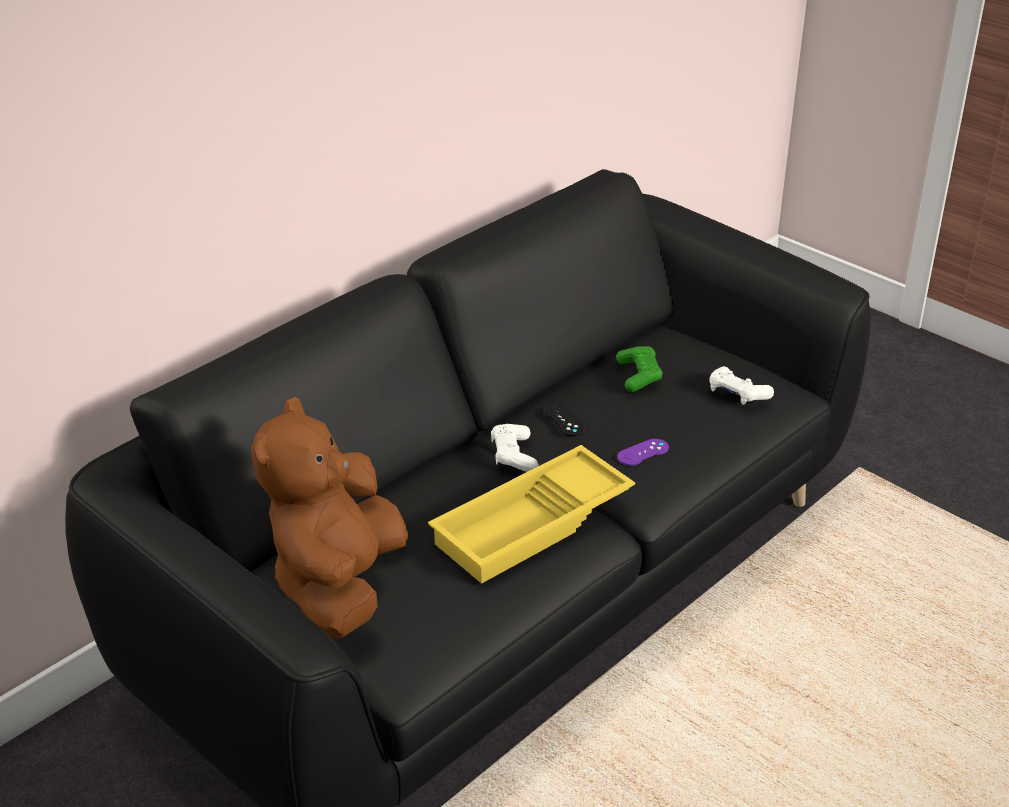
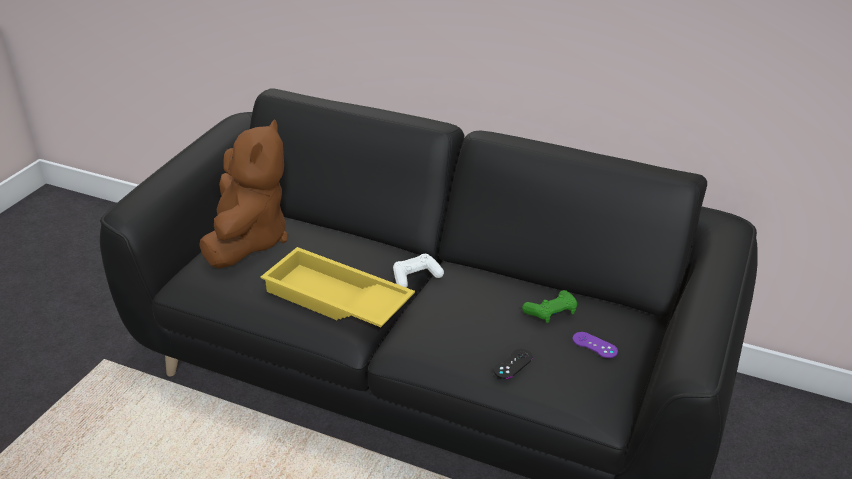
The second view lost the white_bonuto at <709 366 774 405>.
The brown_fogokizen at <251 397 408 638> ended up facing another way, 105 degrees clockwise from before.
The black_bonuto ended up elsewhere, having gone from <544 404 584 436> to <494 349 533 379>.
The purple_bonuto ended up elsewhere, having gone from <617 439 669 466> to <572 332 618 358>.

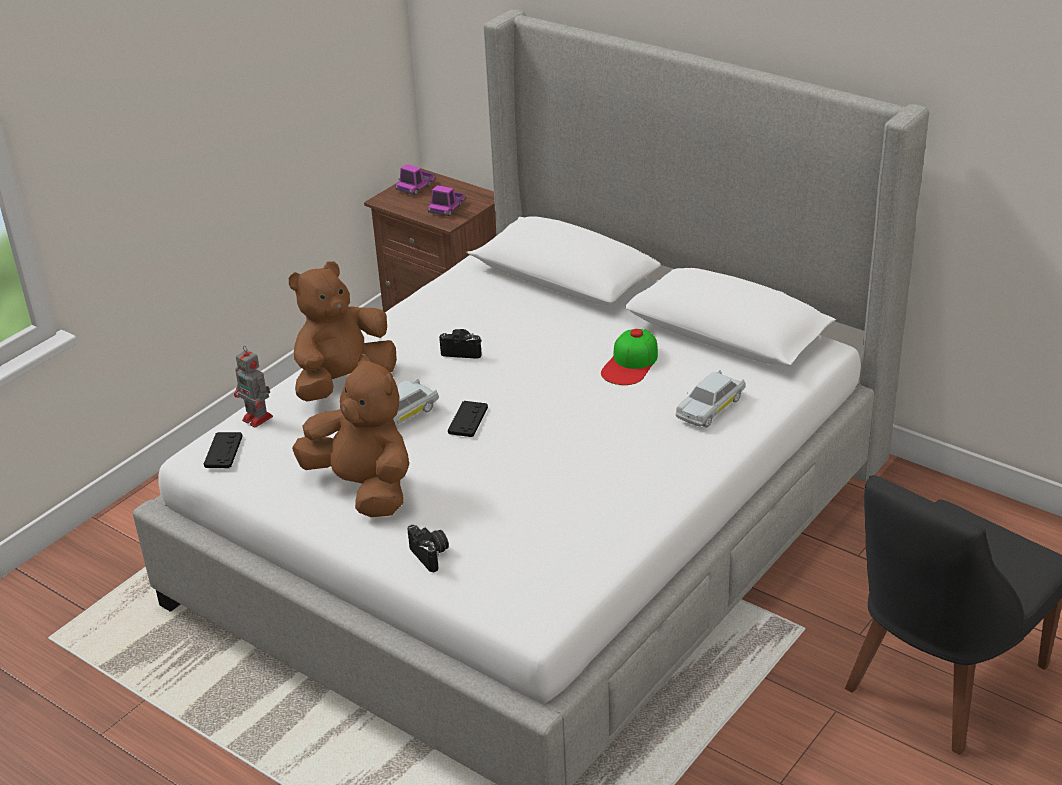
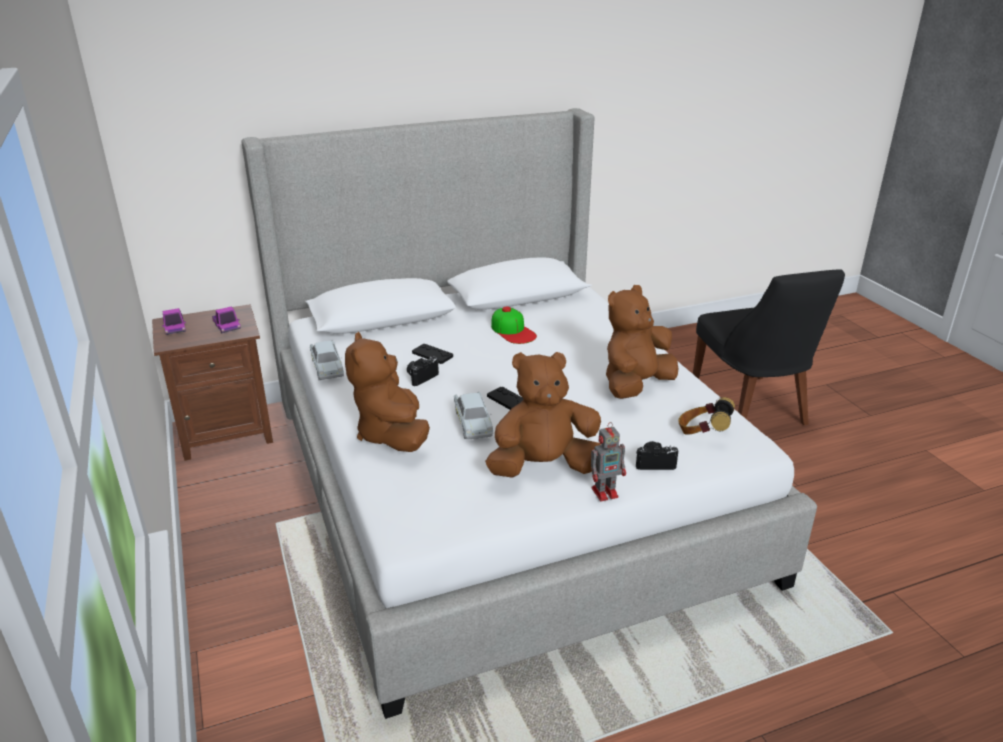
The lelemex ended up elsewhere, having gone from <234 346 273 428> to <591 422 626 501>.
The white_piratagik ended up elsewhere, having gone from <675 370 746 428> to <310 341 344 380>.
The black_bonuto ended up elsewhere, having gone from <204 432 243 468> to <412 344 453 364>.
The second view gained the brown_fogokizen at <606 285 678 399>.
The second view gained the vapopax at <678 397 735 435>.

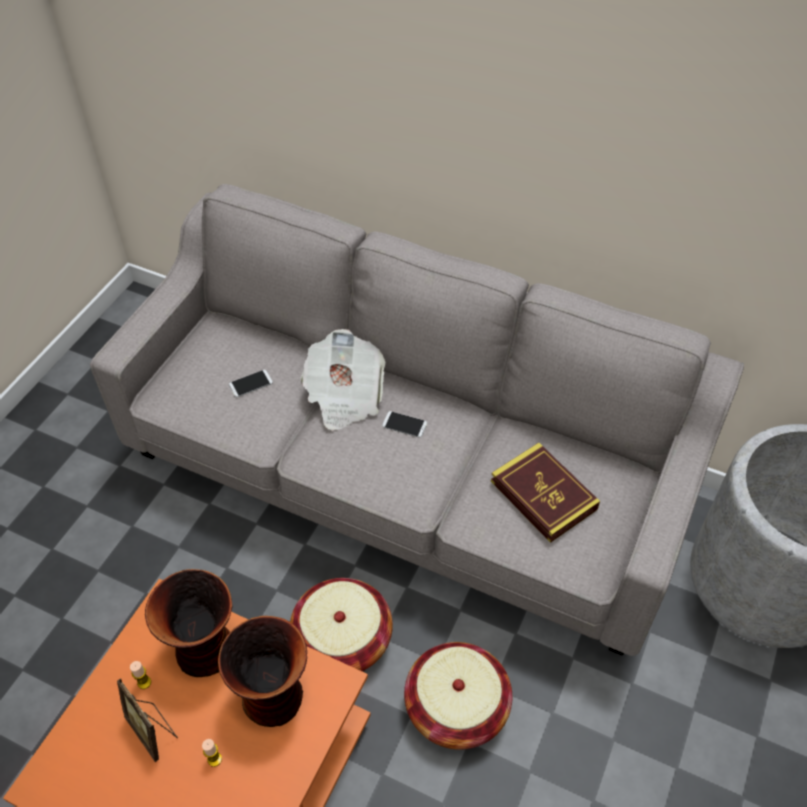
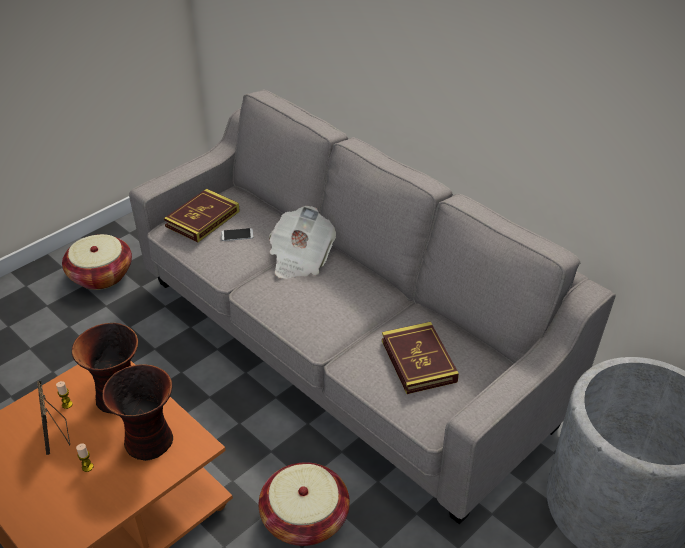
The second view lost the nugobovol at <382 411 427 438>.
The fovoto ended up elsewhere, having gone from <290 578 393 671> to <62 234 132 290>.
The second view gained the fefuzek at <164 189 240 243>.

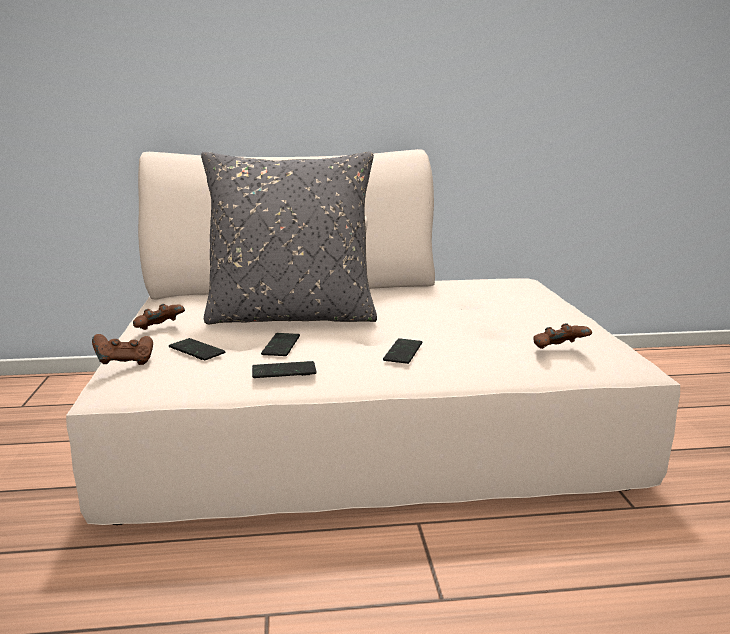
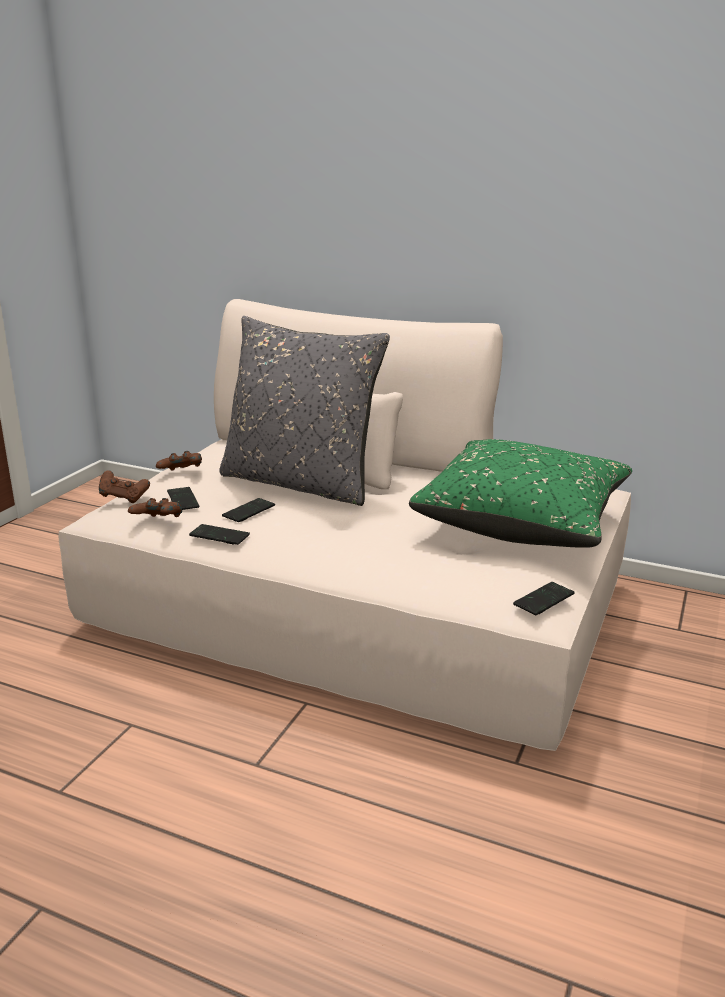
The brown_bonuto ended up elsewhere, having gone from <533 323 592 349> to <128 498 182 517>.
The nugobovol ended up elsewhere, having gone from <383 338 422 364> to <513 582 575 615>.
The second view gained the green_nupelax at <409 439 632 548>.

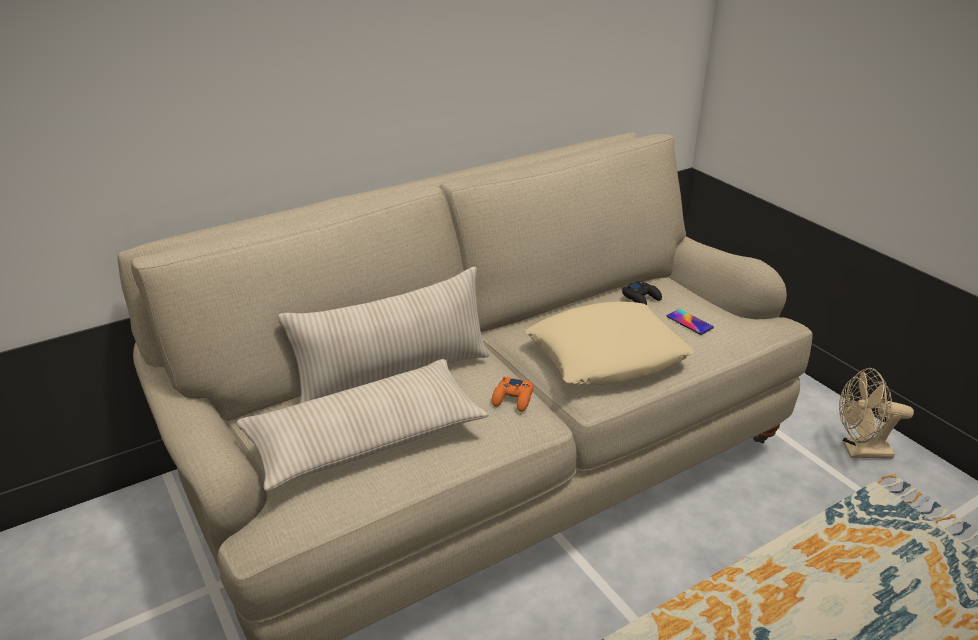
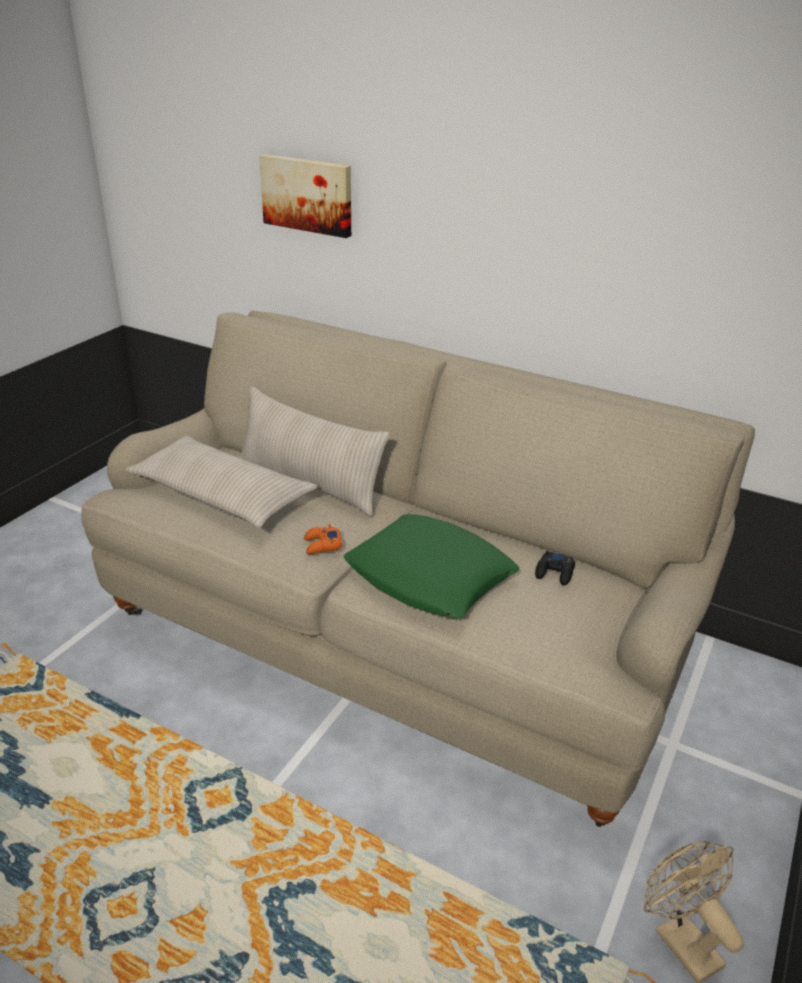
What was the beige_nupelax at <525 302 694 385> turned into the green_nupelax at <344 514 520 618>.
The second view lost the nugobovol at <667 309 714 335>.
The second view gained the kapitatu at <259 154 351 238>.

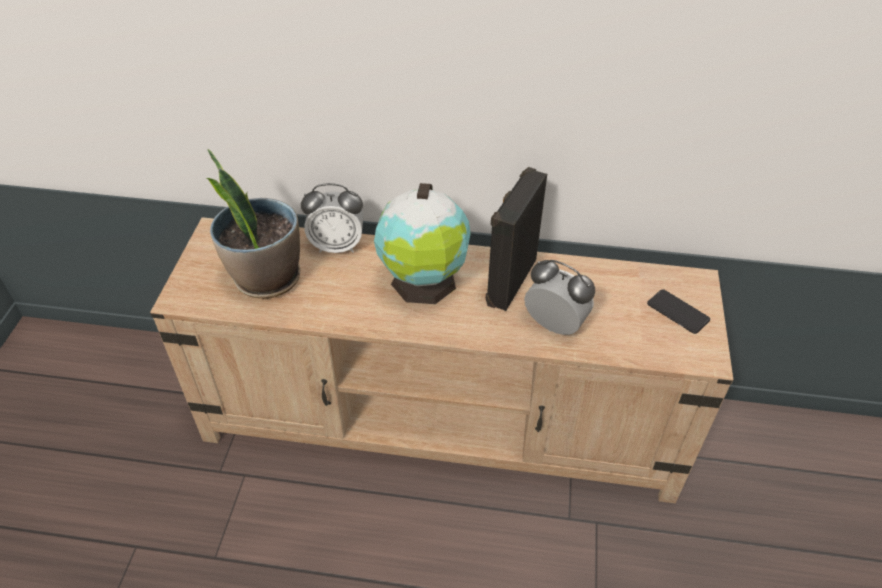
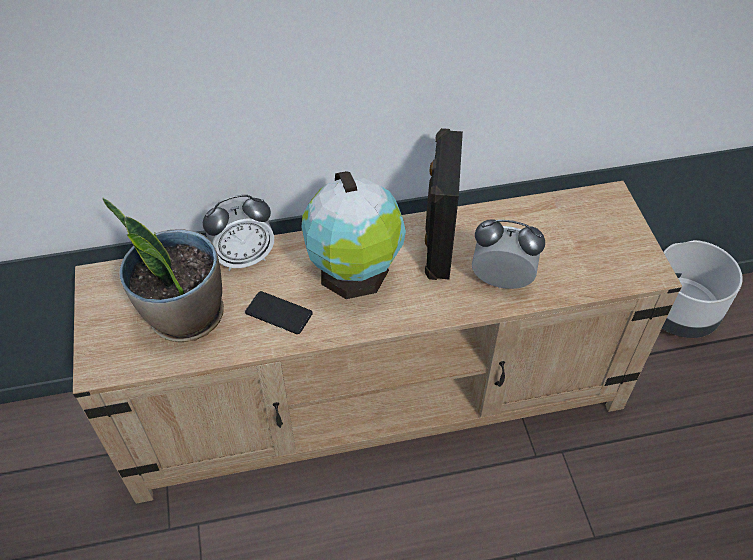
The nugobovol ended up elsewhere, having gone from <647 289 710 334> to <245 291 313 334>.
The second view gained the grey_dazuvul at <662 240 743 338>.

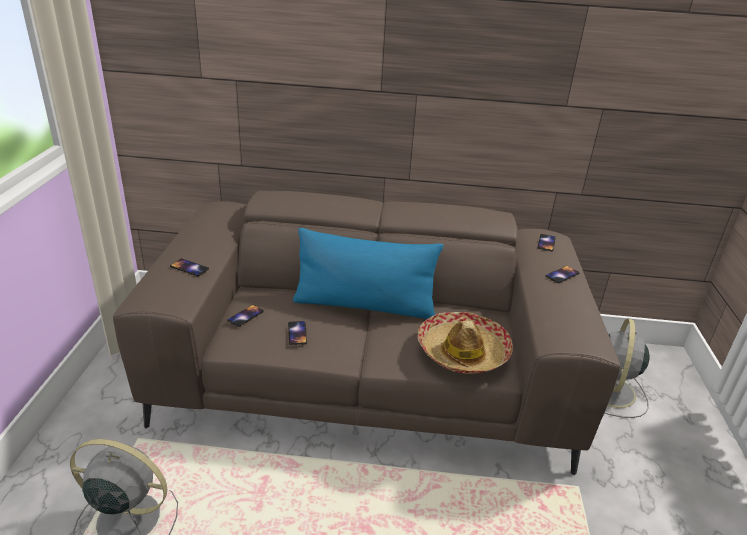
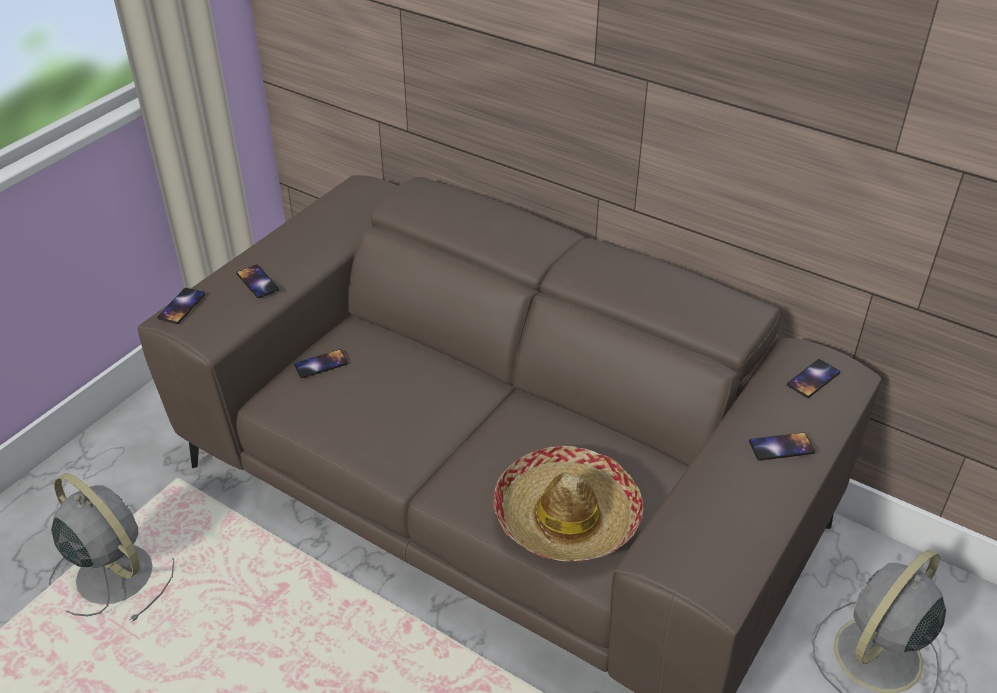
The second view lost the blue_nupelax at <293 228 443 319>.
The nugobovol ended up elsewhere, having gone from <288 321 307 345> to <157 288 205 324>.

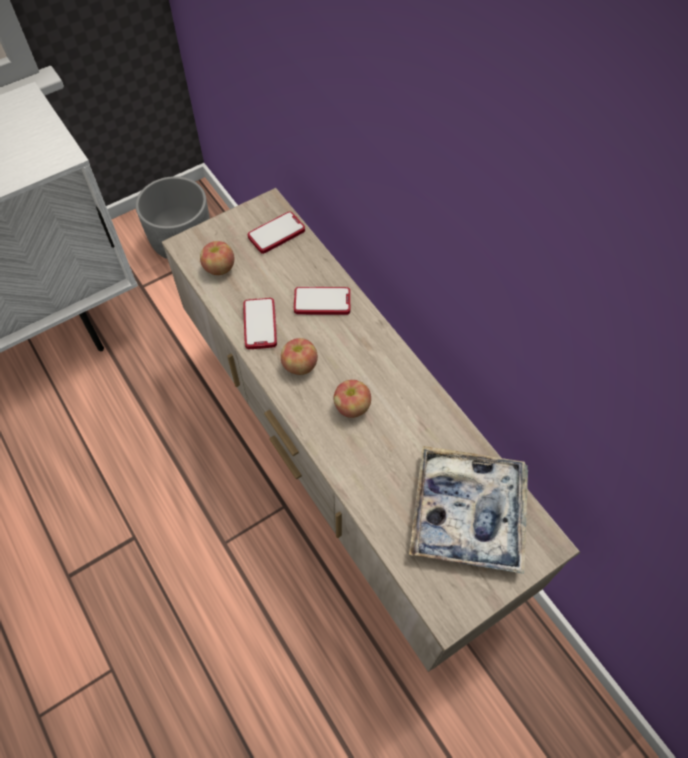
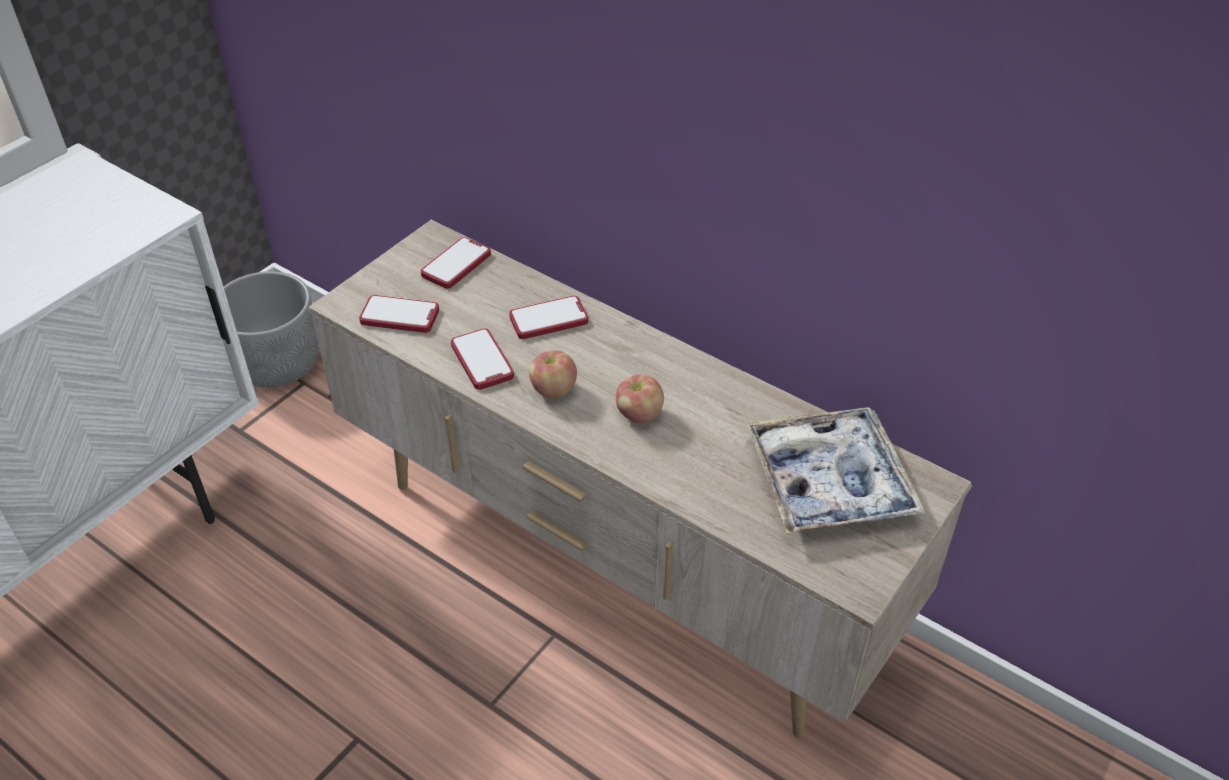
Where the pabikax stood at <200 241 234 275>, the nugobovol came to stand at <359 295 439 333>.

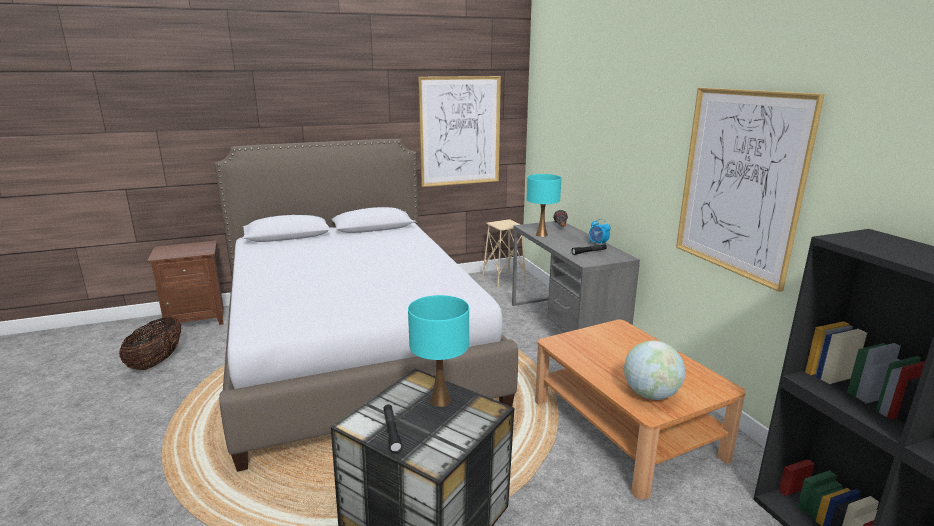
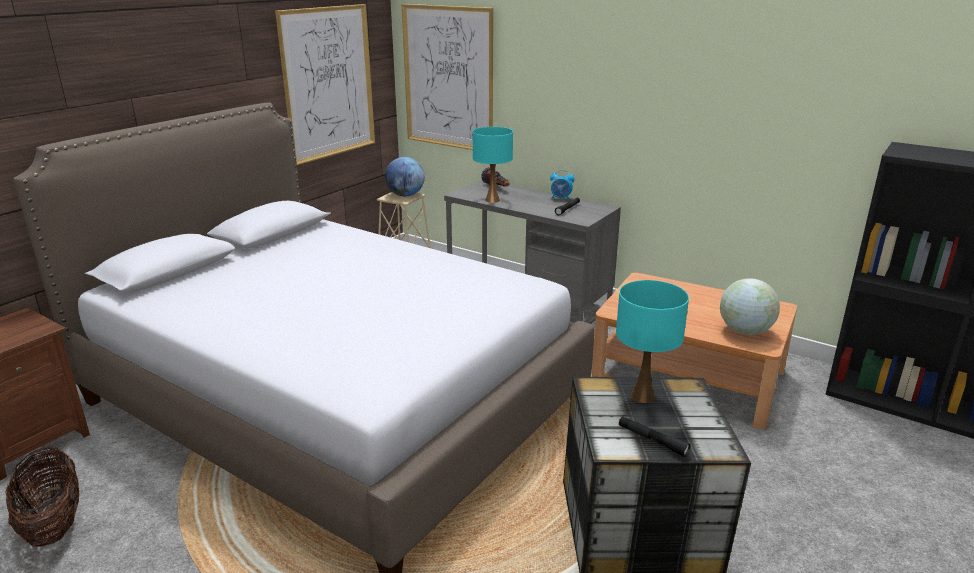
The kapitatu ended up elsewhere, having gone from <676 87 825 292> to <402 4 493 150>.
The second view gained the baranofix at <385 157 425 196>.

